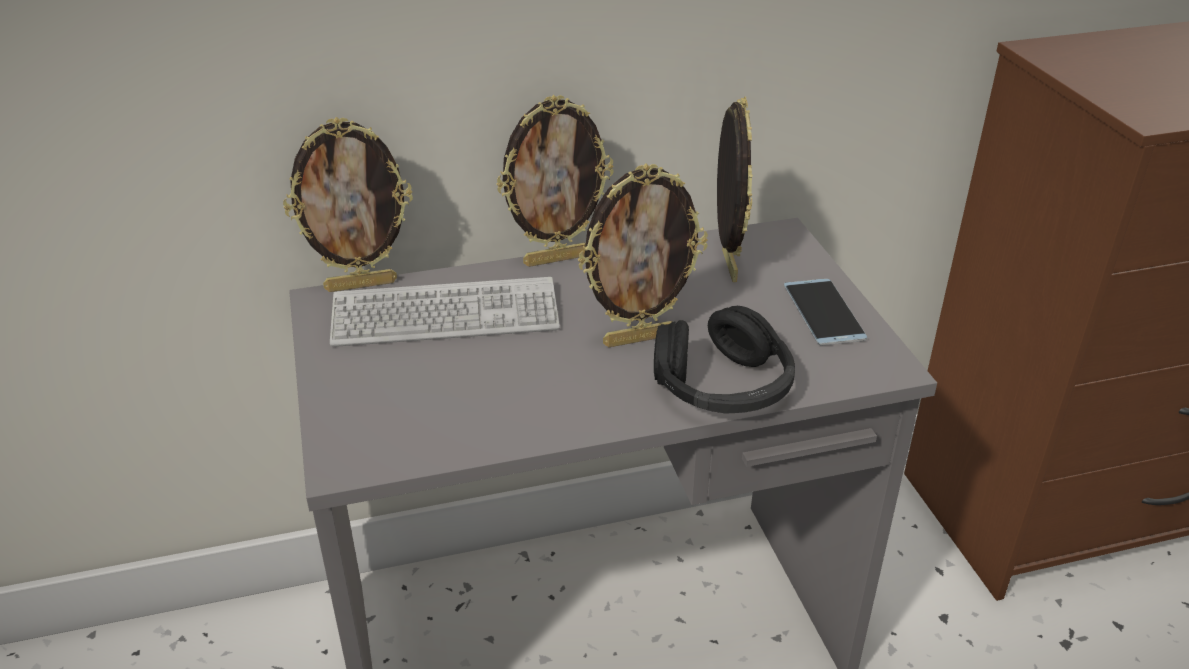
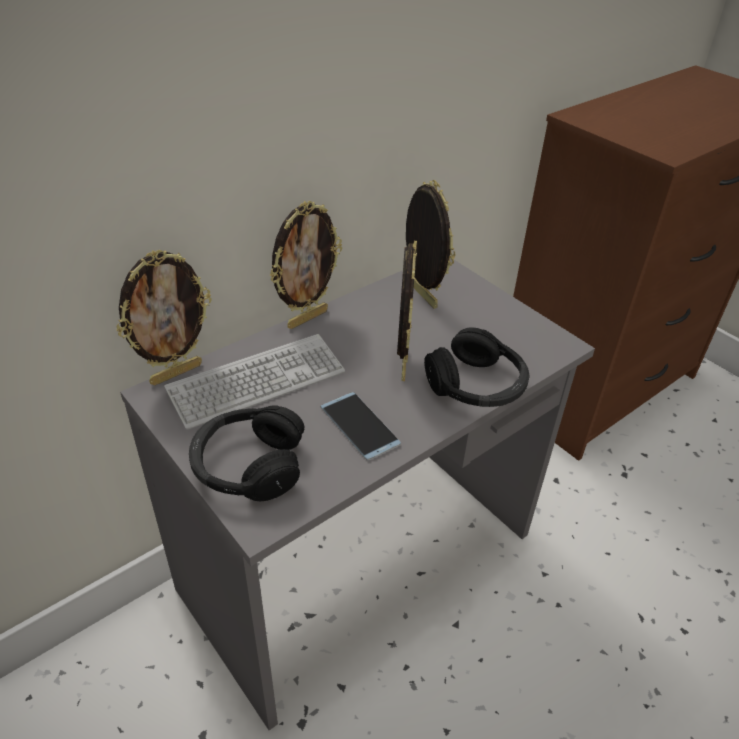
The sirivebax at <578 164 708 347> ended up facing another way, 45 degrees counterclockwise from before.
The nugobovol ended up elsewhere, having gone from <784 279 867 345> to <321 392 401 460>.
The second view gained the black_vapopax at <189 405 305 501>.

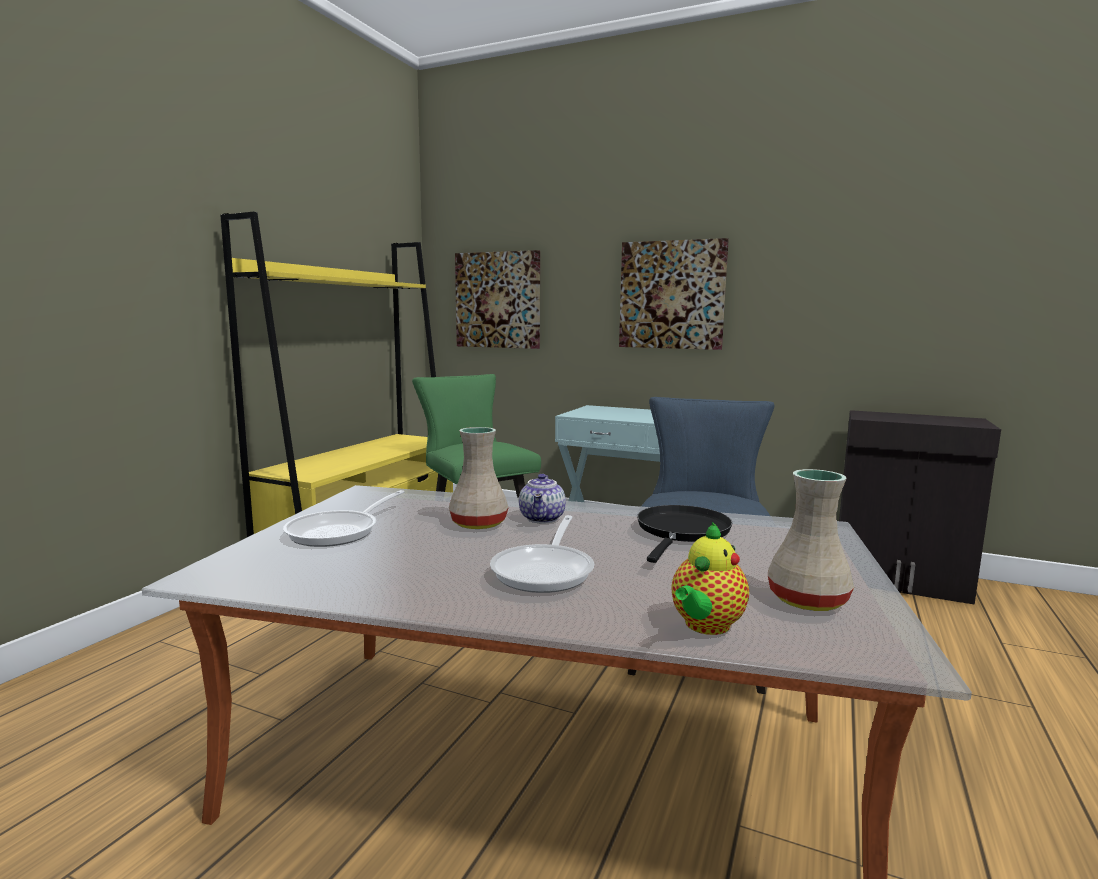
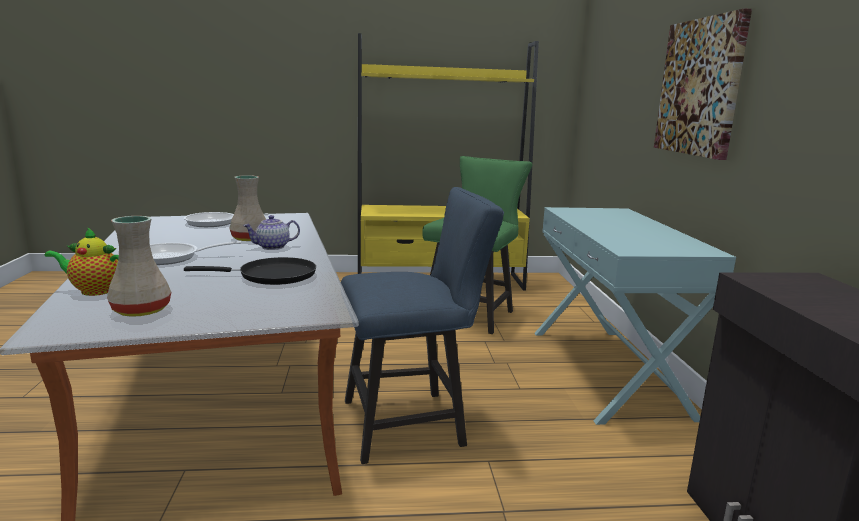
The second view lost the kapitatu at <455 250 540 349>.

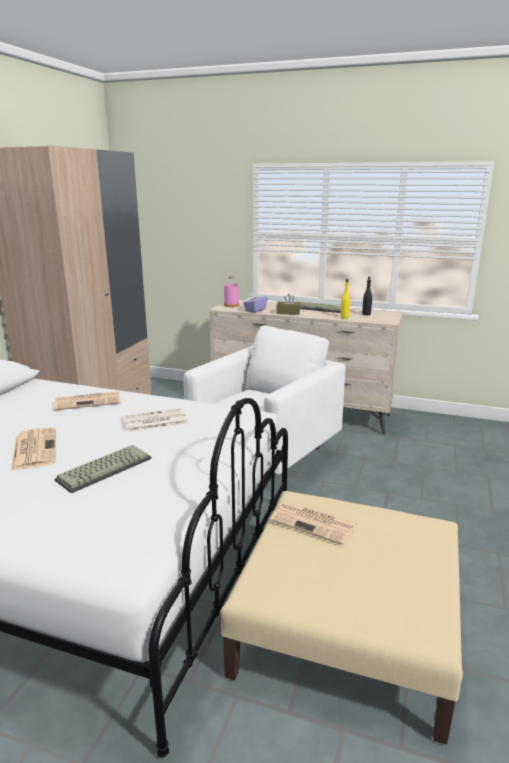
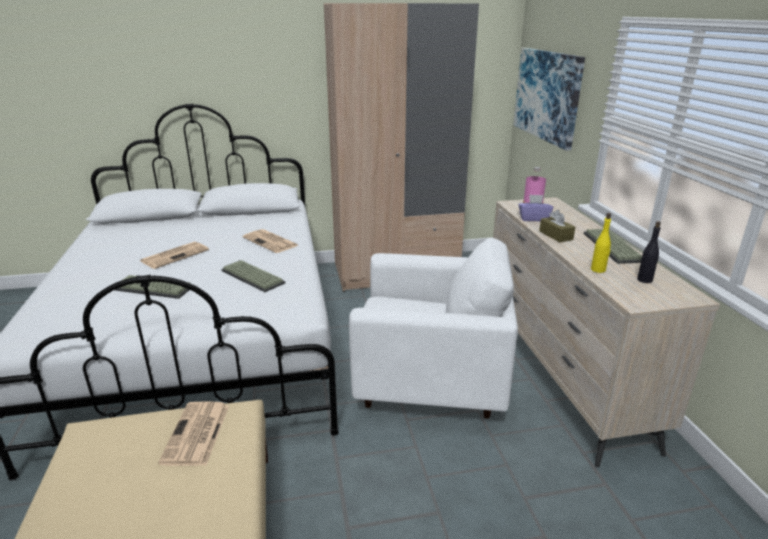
Where the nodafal stood at <123 408 188 432>, the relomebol came to stand at <221 260 285 292>.
The second view gained the kapitatu at <513 48 585 151>.

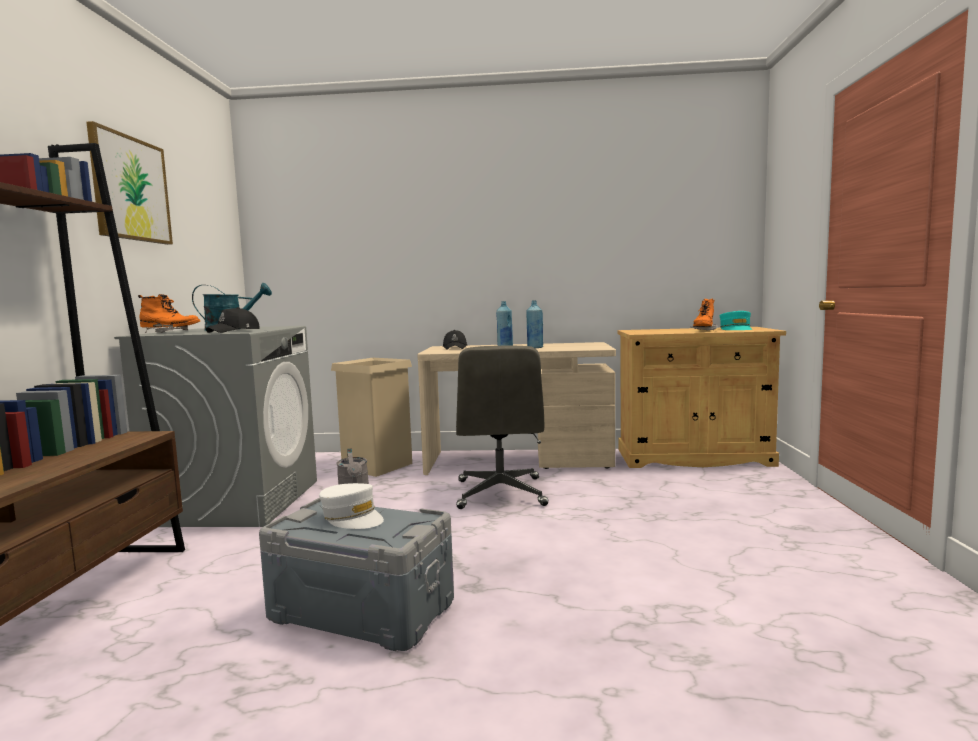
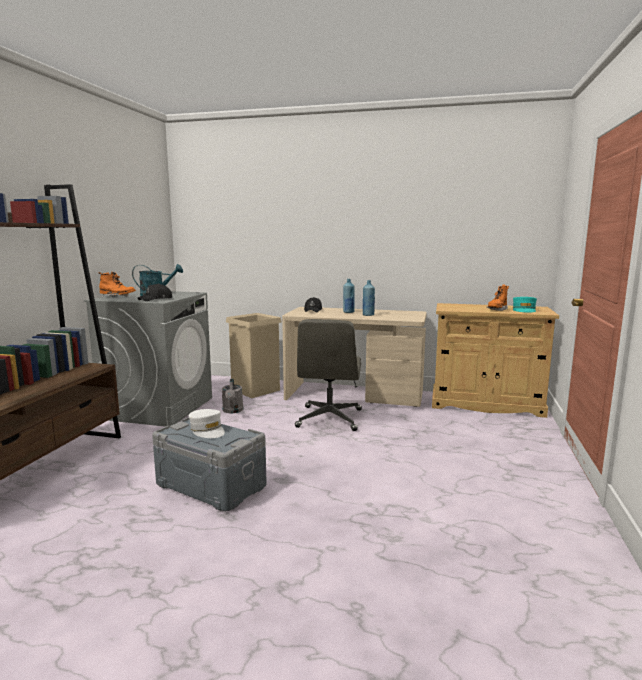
The second view lost the kapitatu at <86 121 173 245>.

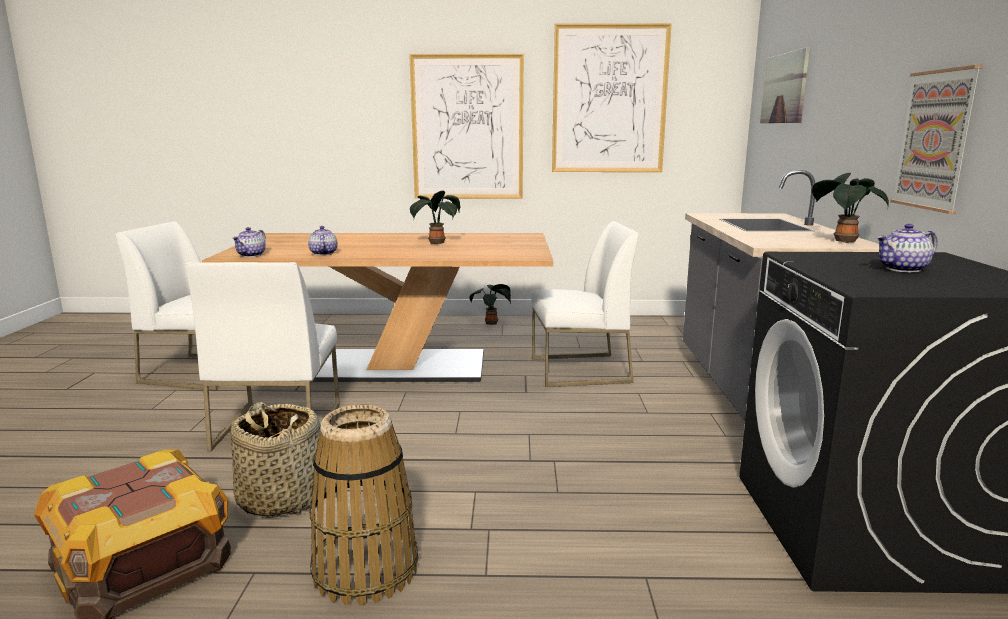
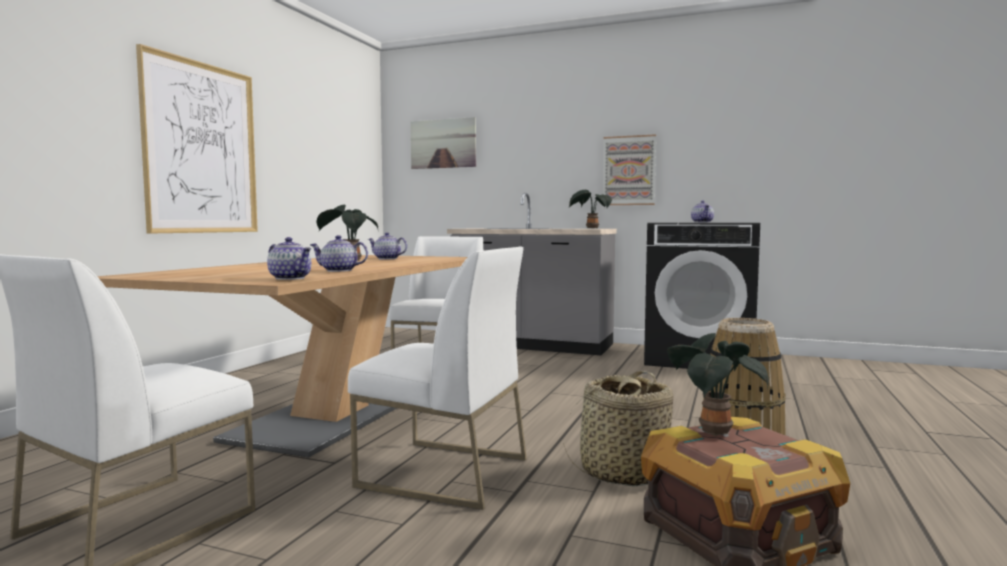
The second view lost the kapitatu at <552 23 672 172>.
The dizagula ended up elsewhere, having gone from <469 284 511 325> to <667 333 769 436>.
The second view gained the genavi at <368 232 407 259>.

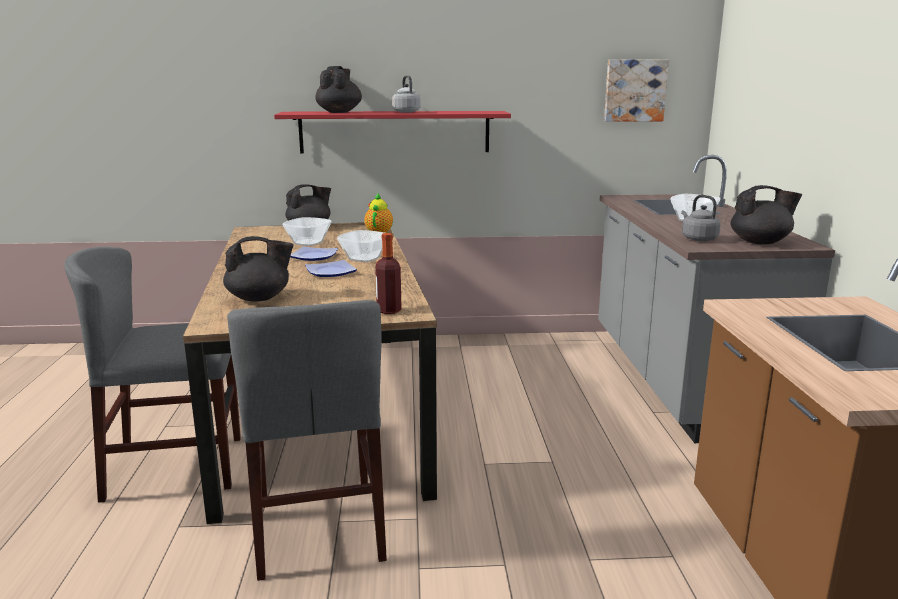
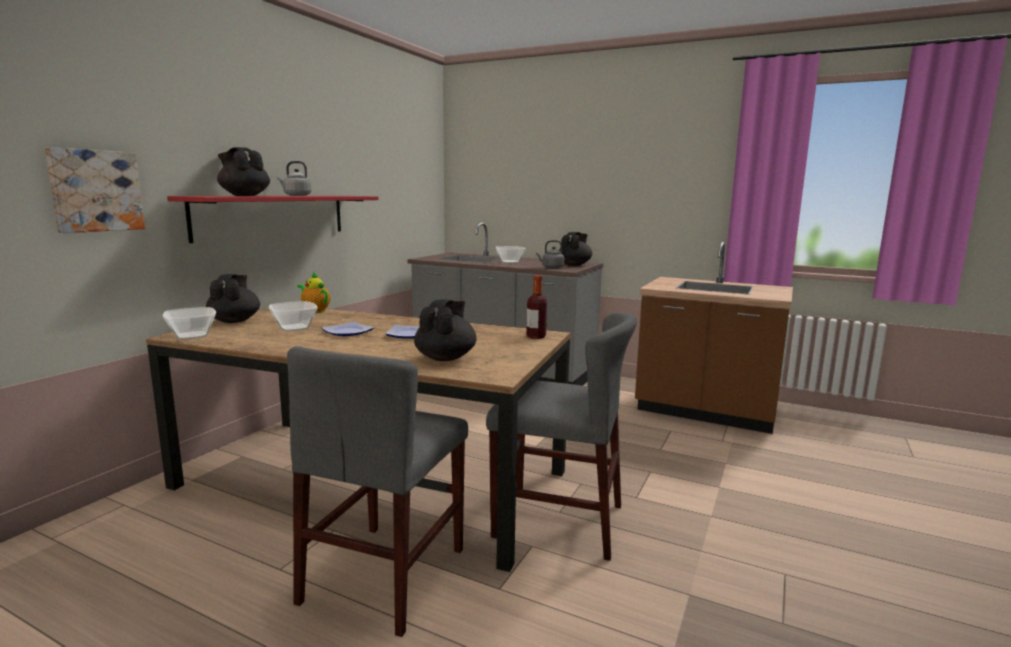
The kapitatu ended up elsewhere, having gone from <604 60 669 122> to <45 147 145 233>.
The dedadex ended up elsewhere, having gone from <337 230 384 262> to <163 307 216 340>.

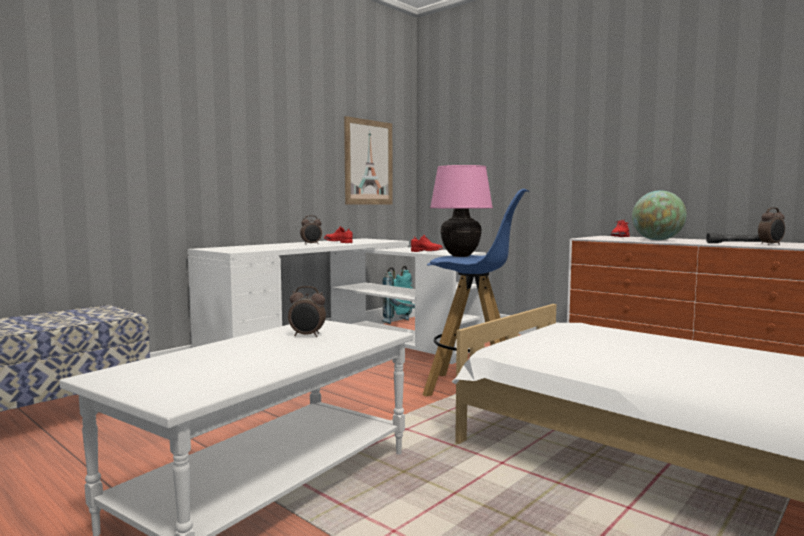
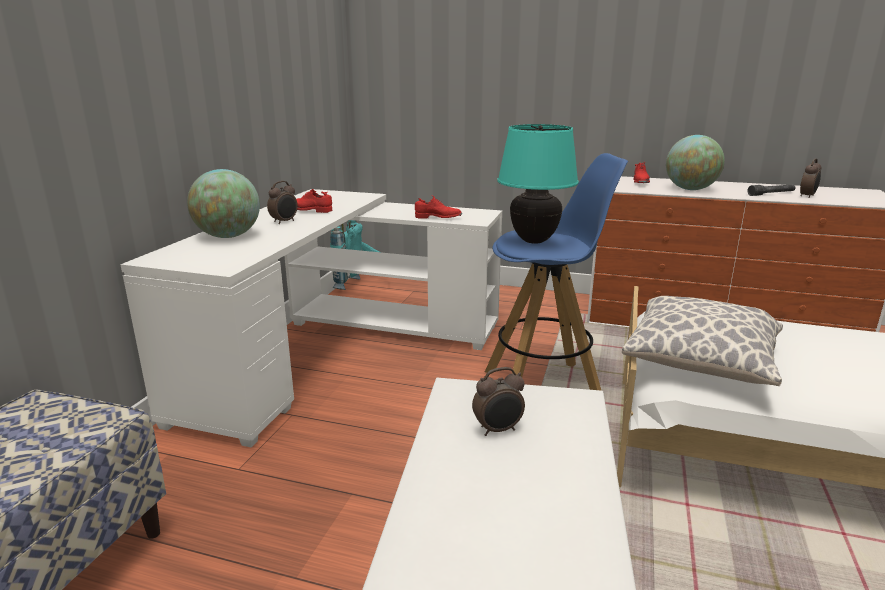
The second view lost the kapitatu at <344 116 392 205>.
What was the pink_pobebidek at <430 165 493 257> turned into the turquoise_pobebidek at <497 124 579 244>.
The second view gained the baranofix at <187 169 260 238>.
The second view gained the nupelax at <622 296 783 386>.

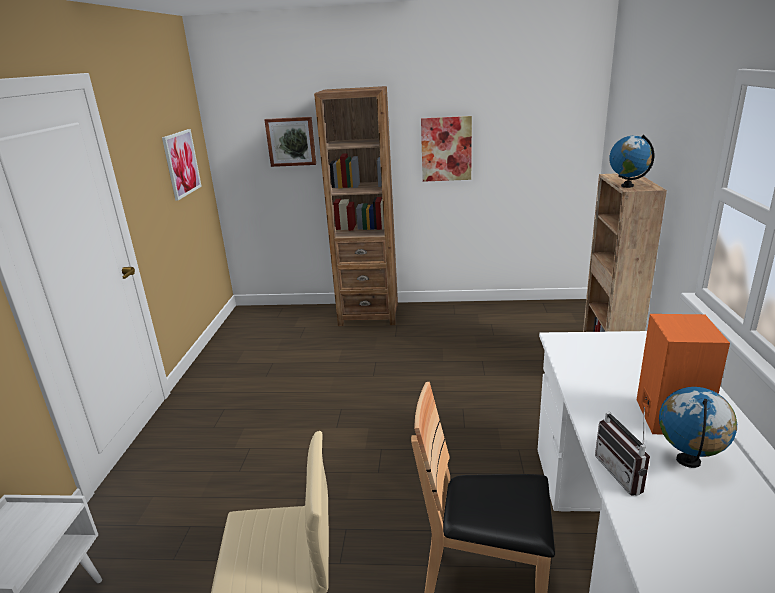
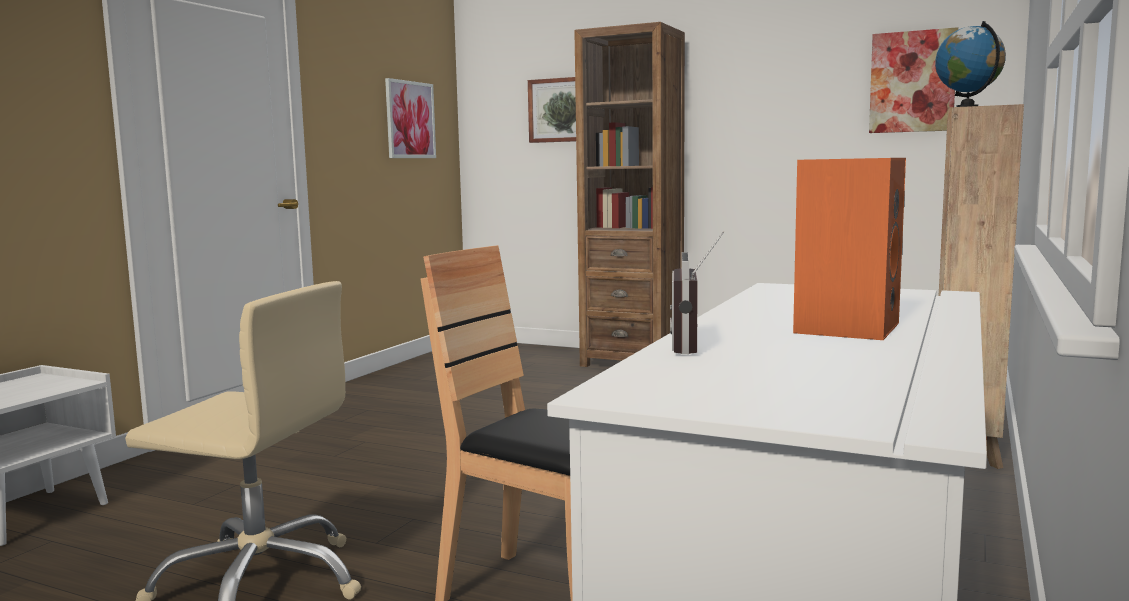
The kapitatu ended up elsewhere, having gone from <421 116 472 182> to <869 27 958 133>.
The second view lost the baranofix at <659 387 737 468>.

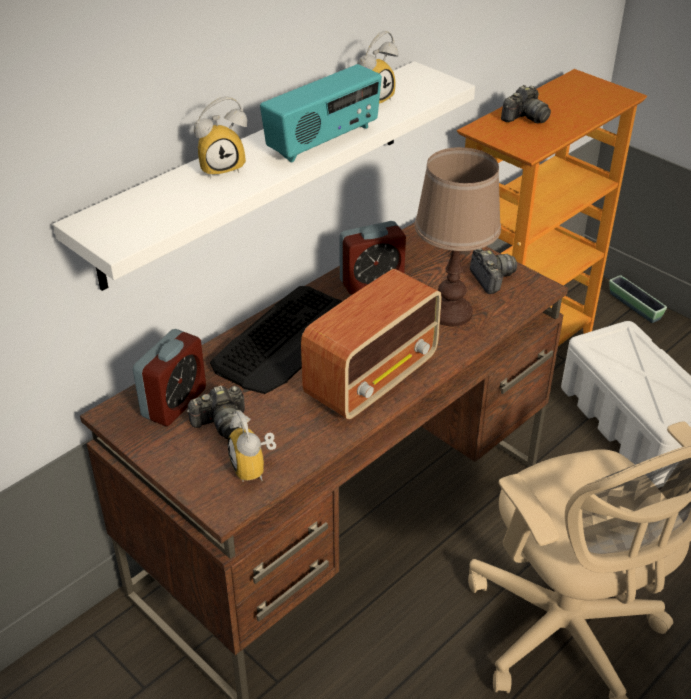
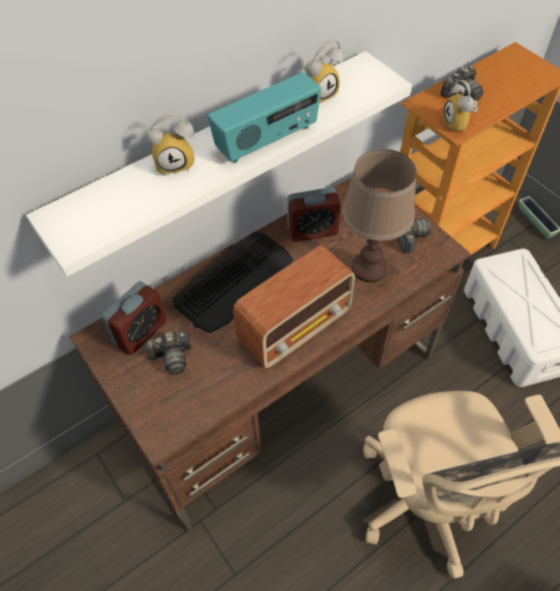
The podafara ended up elsewhere, having gone from <228 410 276 482> to <443 80 478 132>.

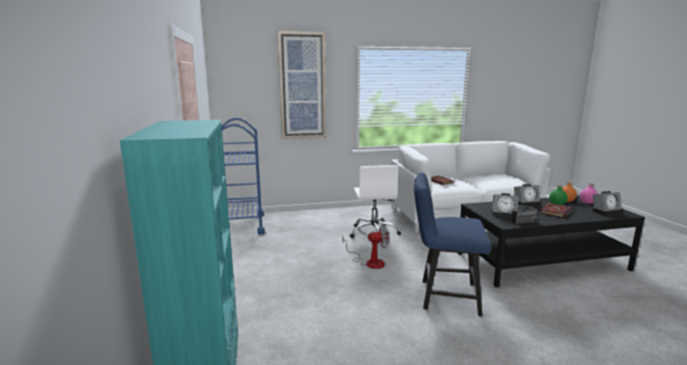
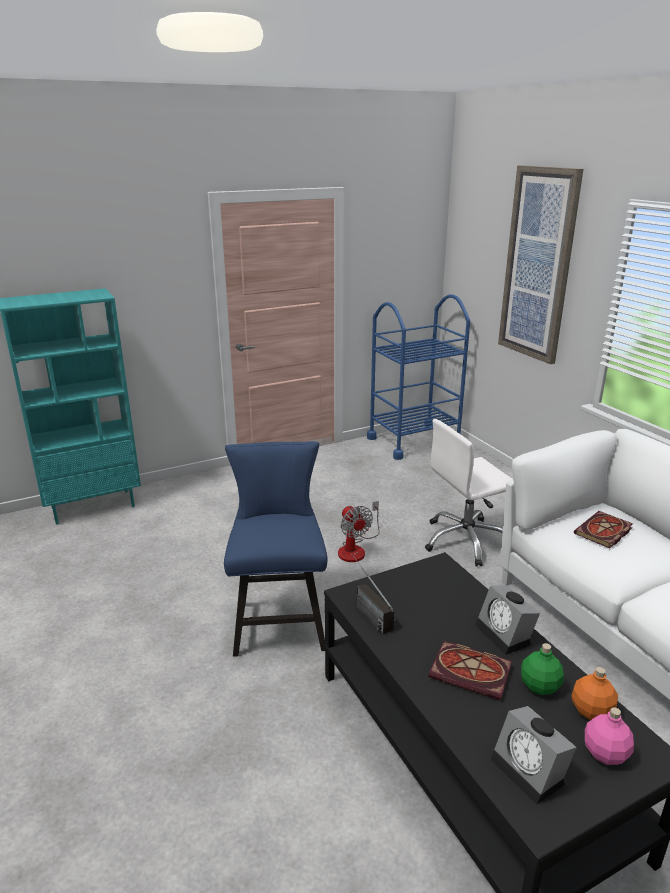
The second view lost the podafara at <492 193 519 218>.

